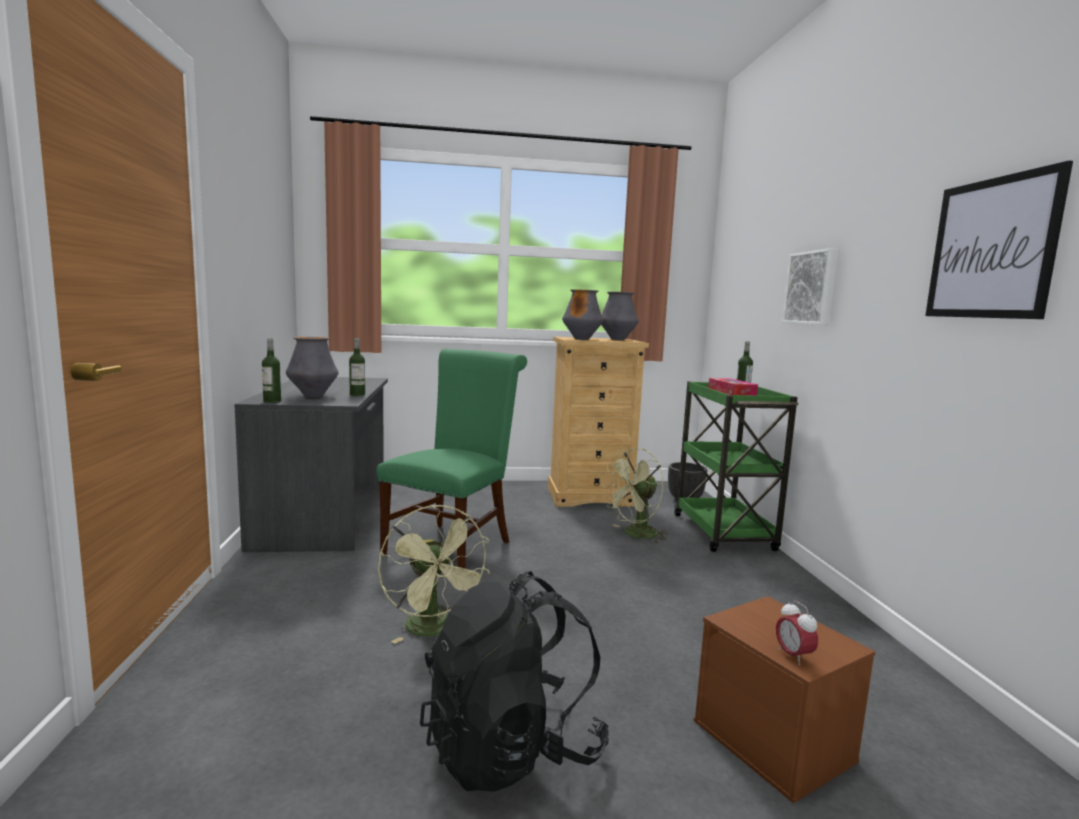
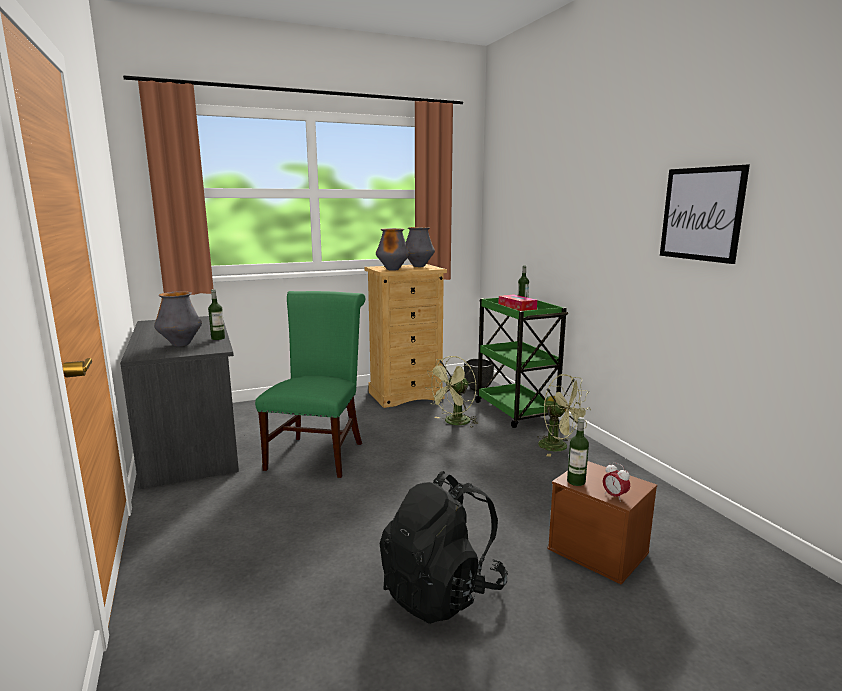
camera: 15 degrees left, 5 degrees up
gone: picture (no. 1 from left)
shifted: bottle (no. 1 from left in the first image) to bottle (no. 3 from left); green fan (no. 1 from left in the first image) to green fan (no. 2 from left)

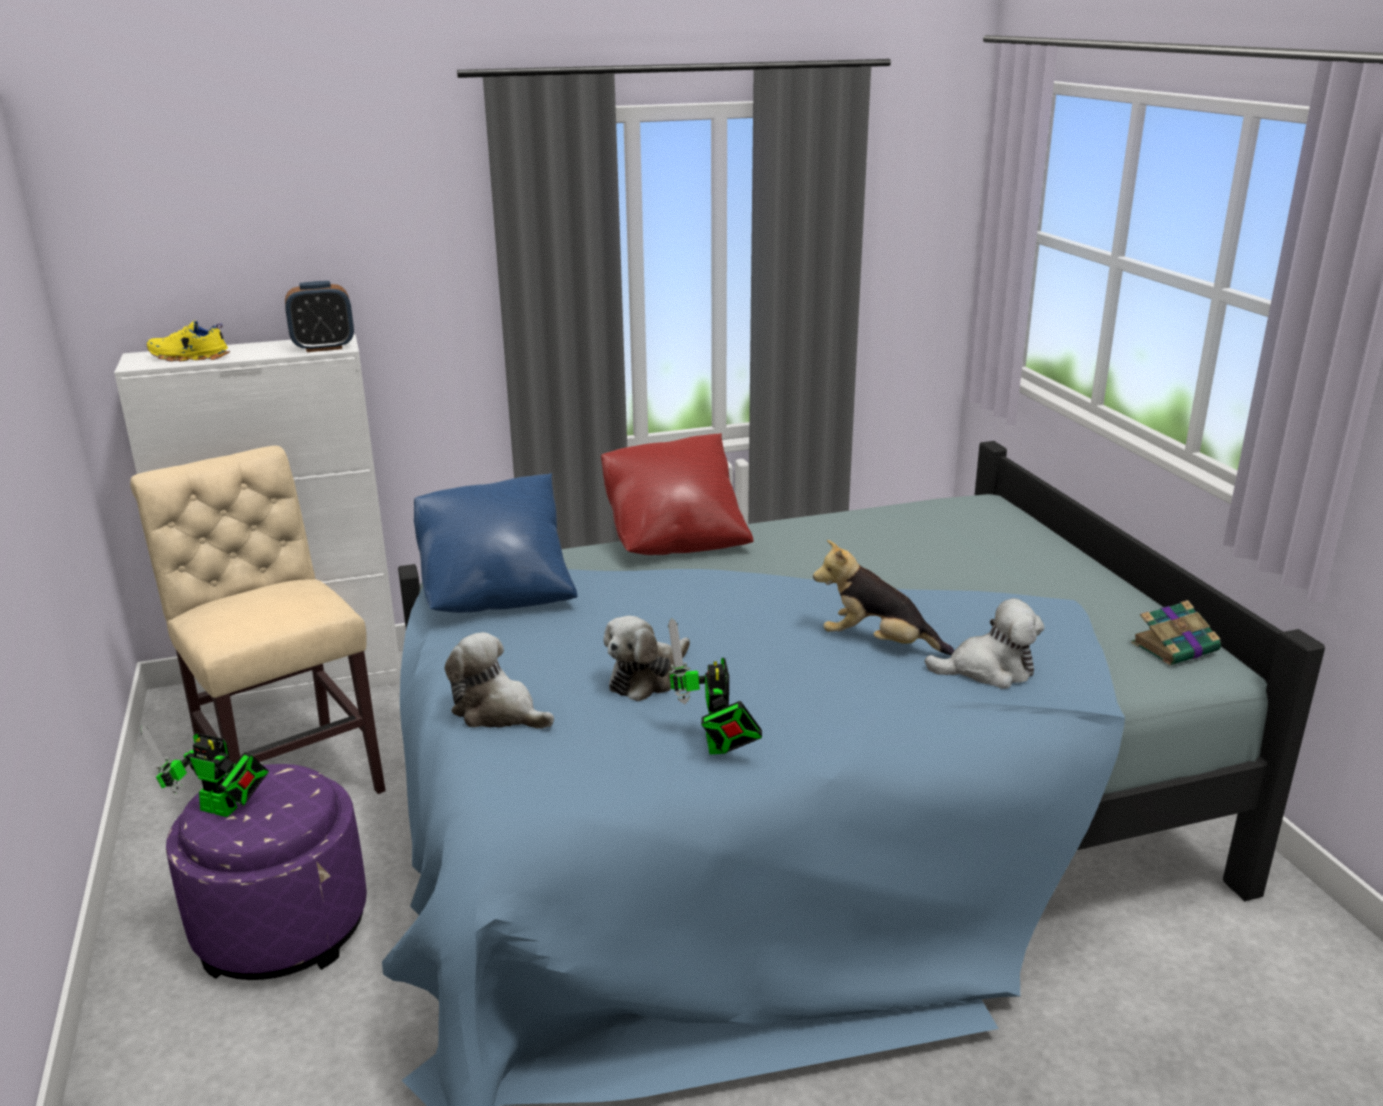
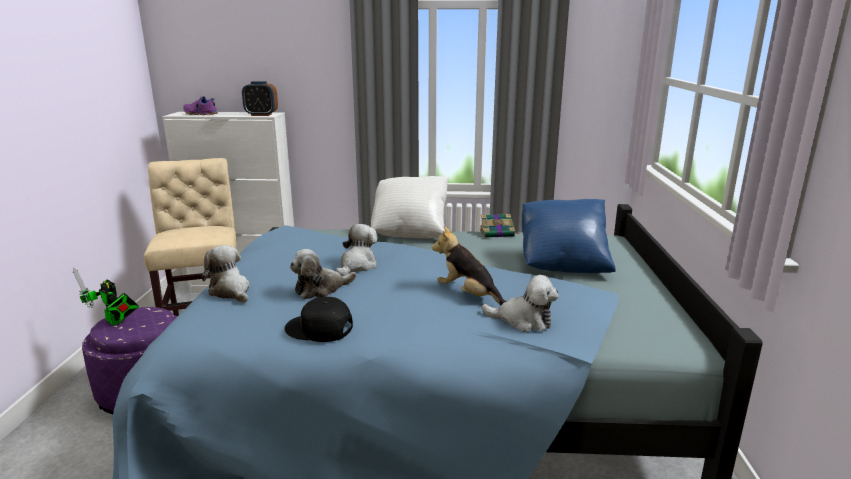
camera: 20 degrees right, 5 degrees down
new: plush toy (no. 3 from left)
shifted: blue pillow; book
swapped: toy robot (no. 2 from left) to black cap
repainted: yellow shoe to purple shoe; red pillow to white pillow

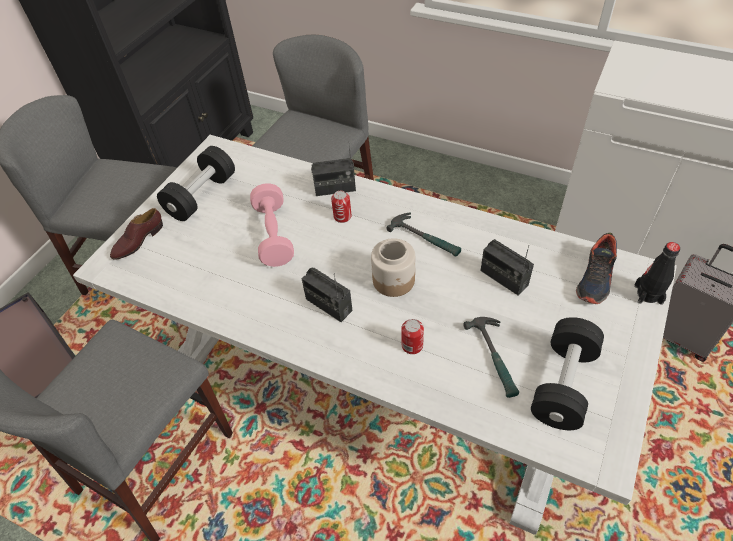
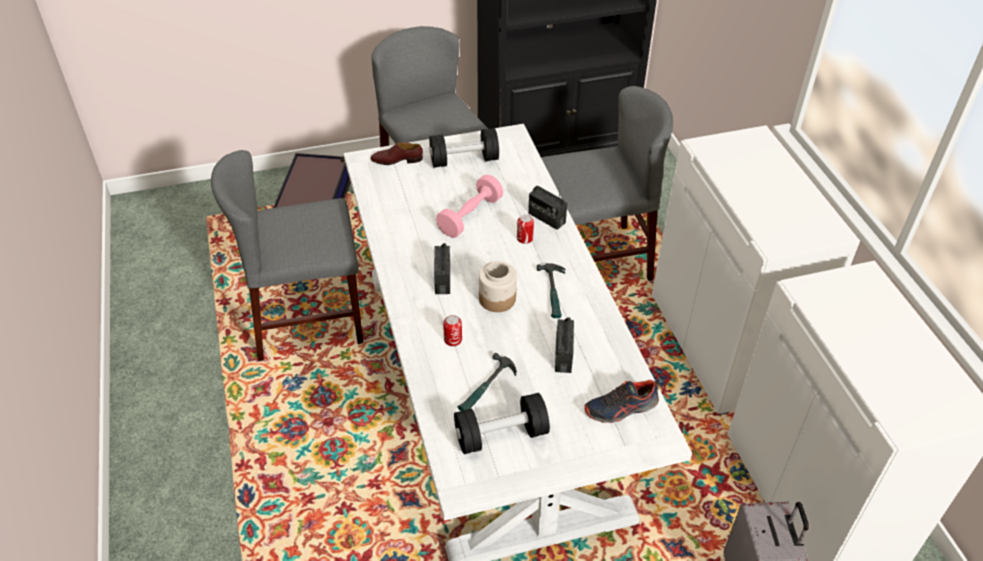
camera: 45 degrees right, 5 degrees down
gone: black bottle
new: white cabinet (no. 1 from left)

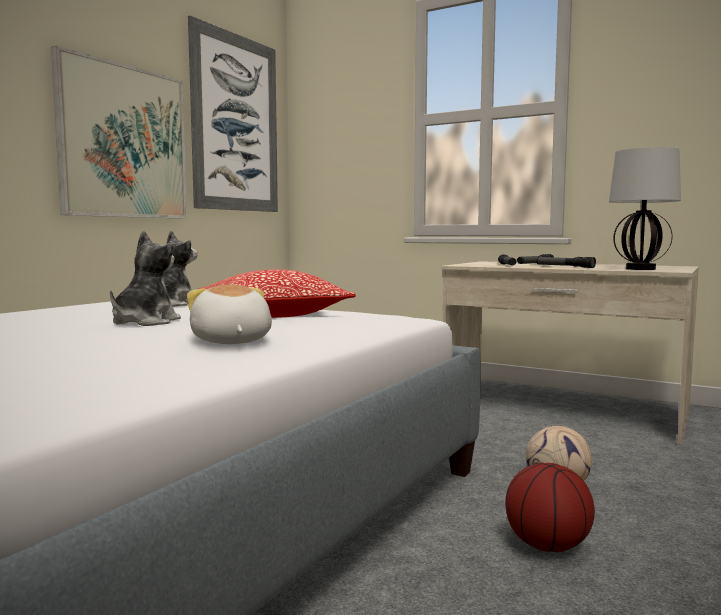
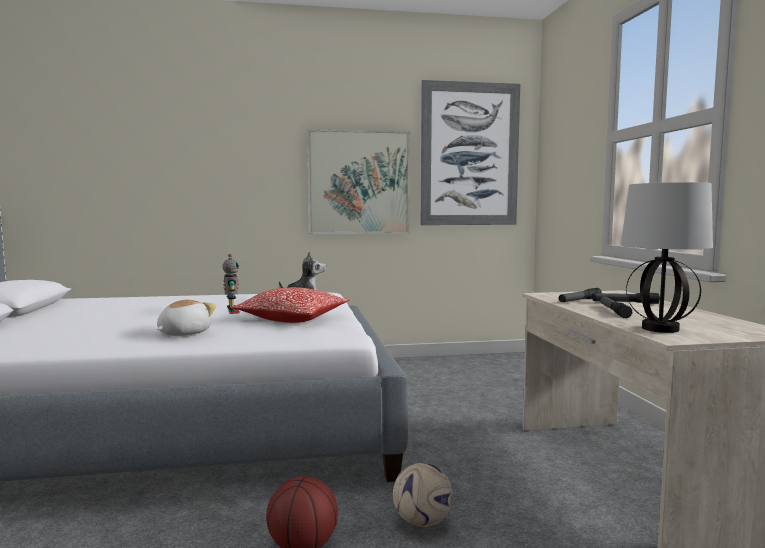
camera: 50 degrees right, 0 degrees up
swapped: plush toy (no. 1 from left) to toy robot

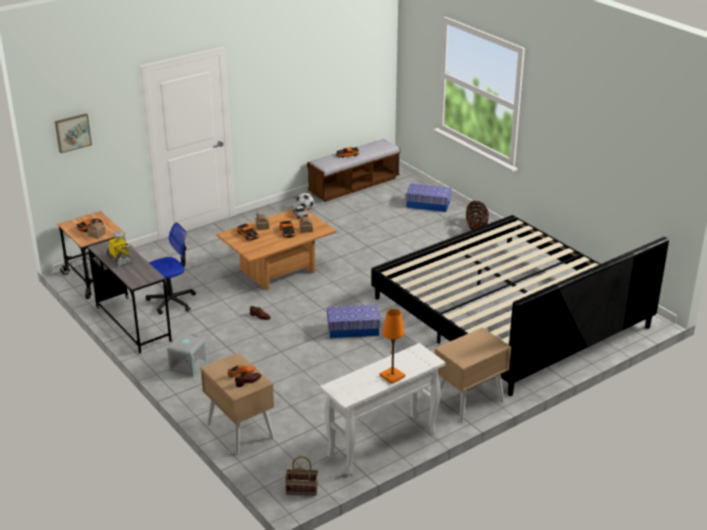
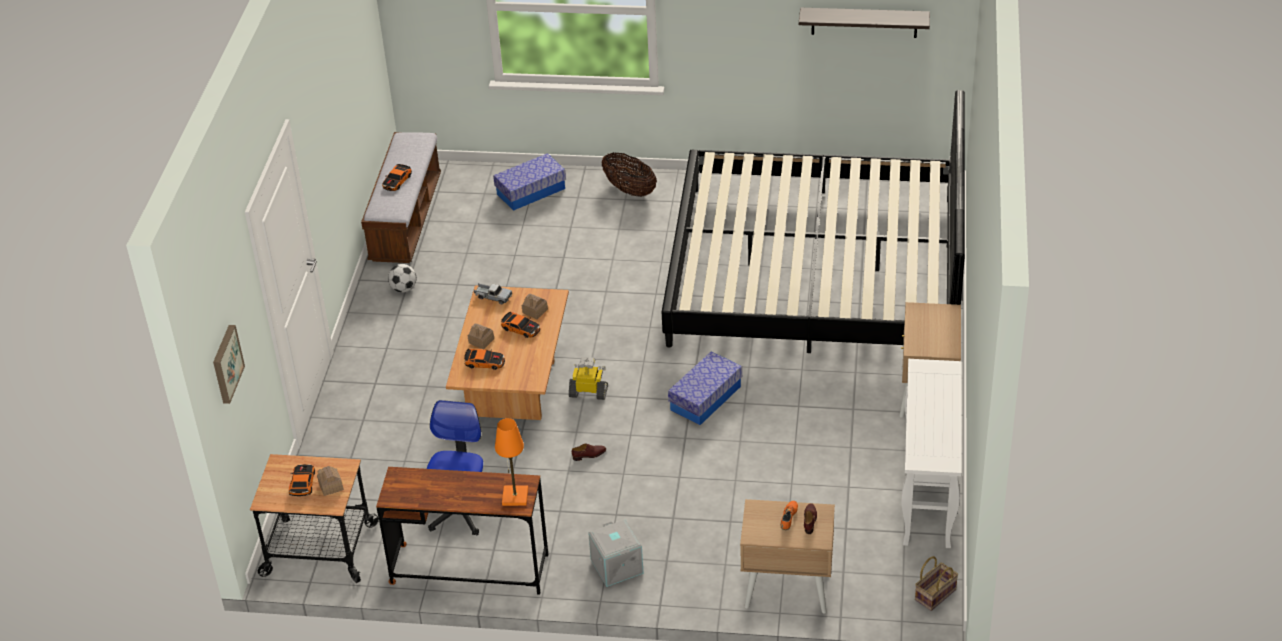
camera: 45 degrees left, 10 degrees up
new: shelf
shifted: toy robot; orange table lamp
repainted: grey desk to brown desk

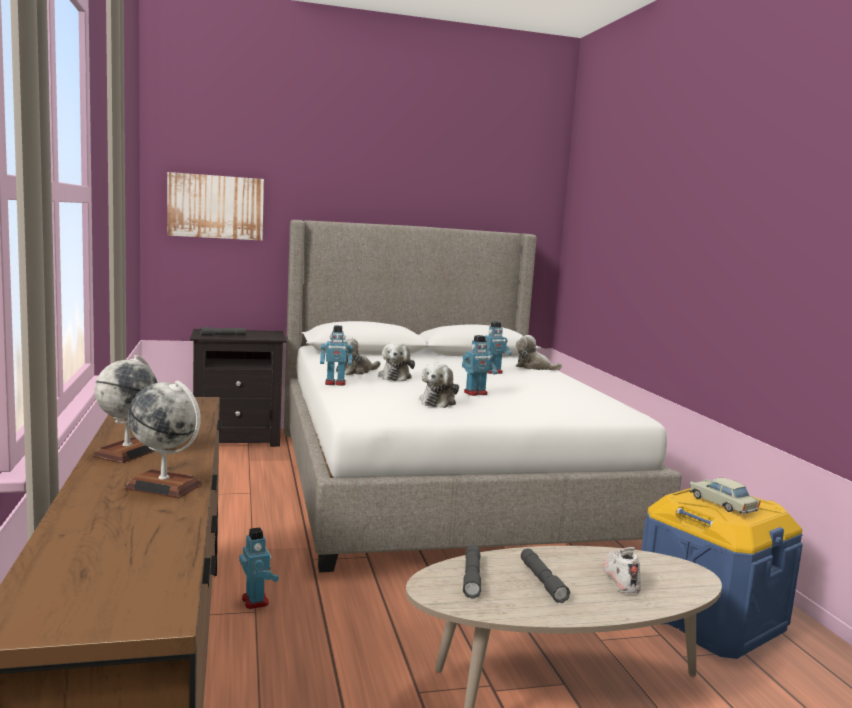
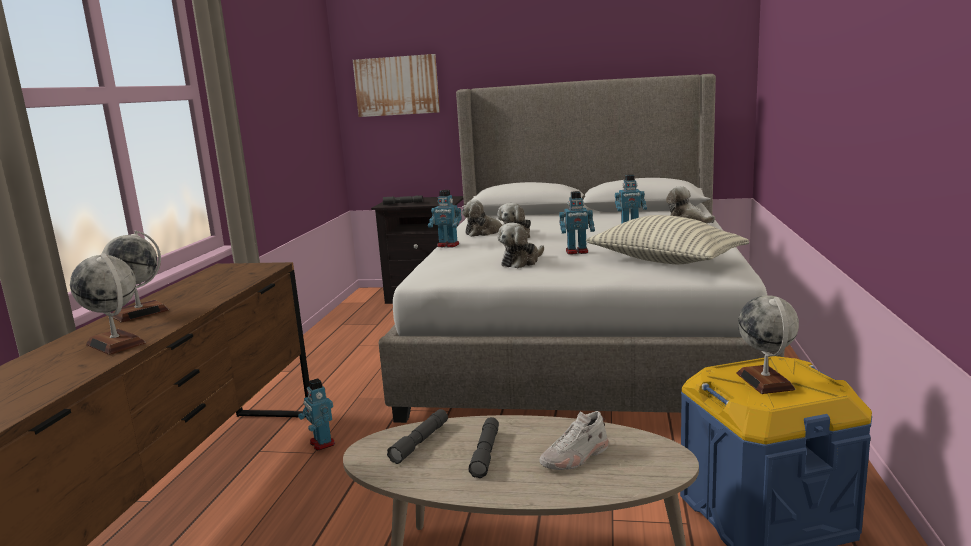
camera: 25 degrees right, 5 degrees up
new: pillow
swapped: beige toy car to globe (no. 3 from left)
rotated: toy robot (no. 1 from left) 150 degrees clockwise; white shoe 150 degrees counterclockwise

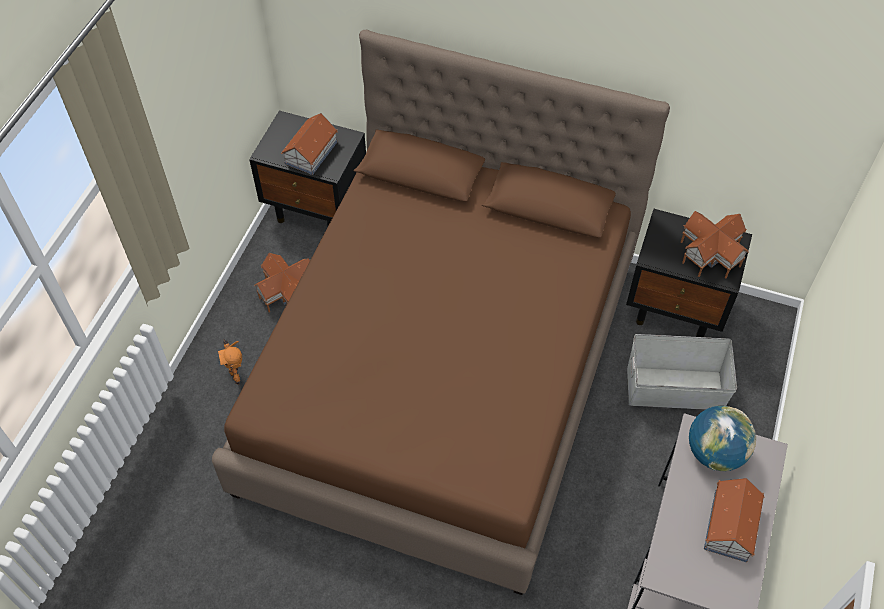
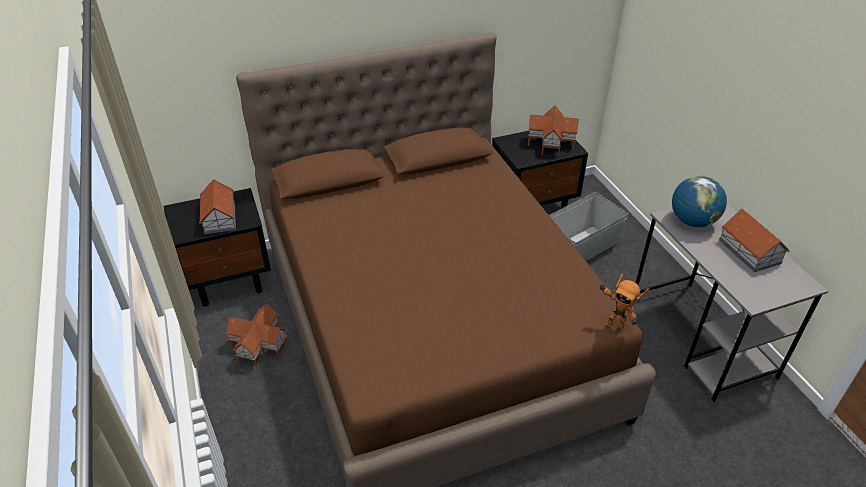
camera: 40 degrees left, 15 degrees down
shifted: toy robot

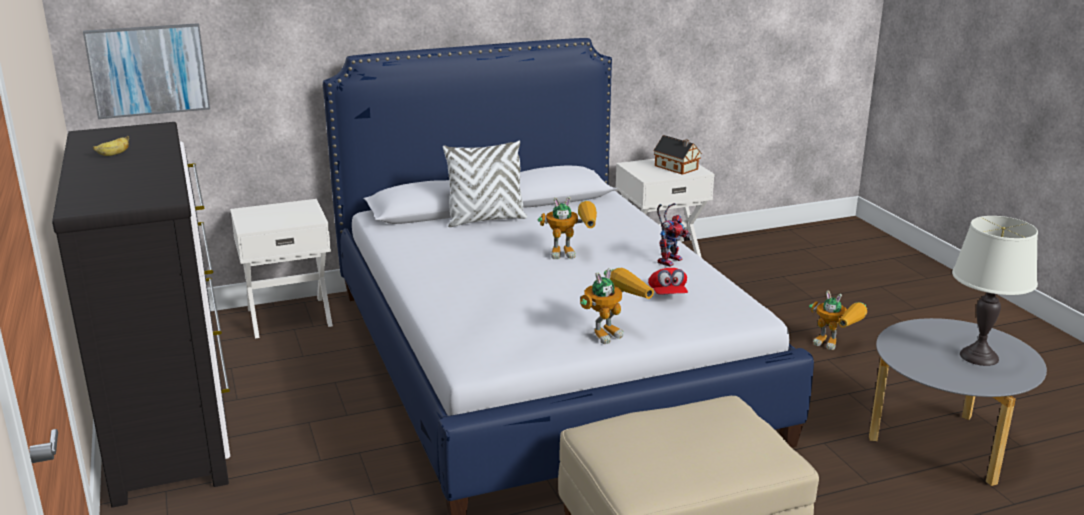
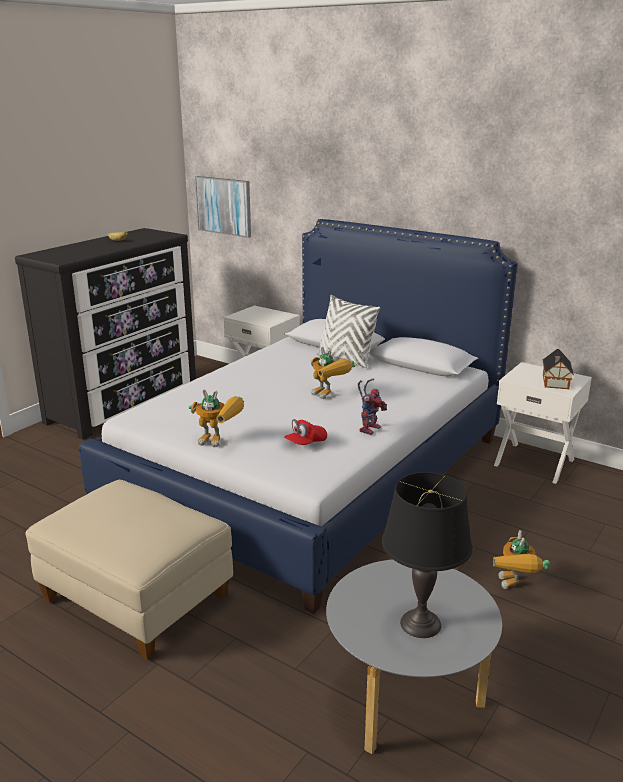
camera: 55 degrees right, 0 degrees up
repainted: white table lamp to black table lamp
rotated: toy robot (no. 3 from left) 60 degrees counterclockwise

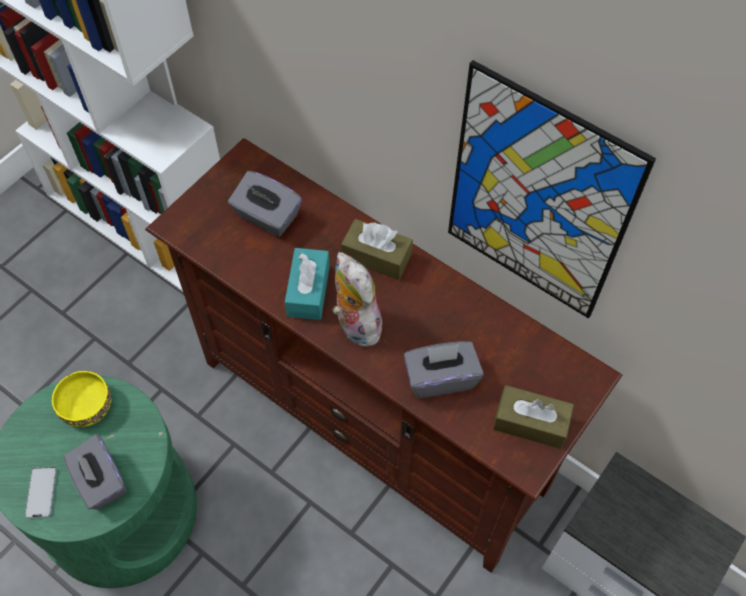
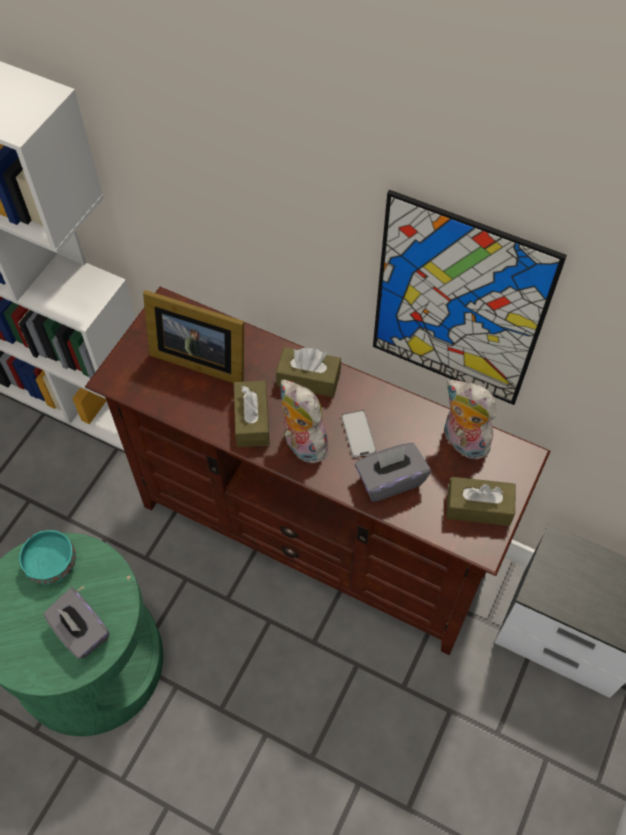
camera: 10 degrees left, 0 degrees up
new: plush toy (no. 2 from left)
shifted: phone
swapped: grey tissue box (no. 2 from left) to picture frame
repainted: turquoise tissue box to brown tissue box (no. 1 from left); yellow bowl to turquoise bowl

